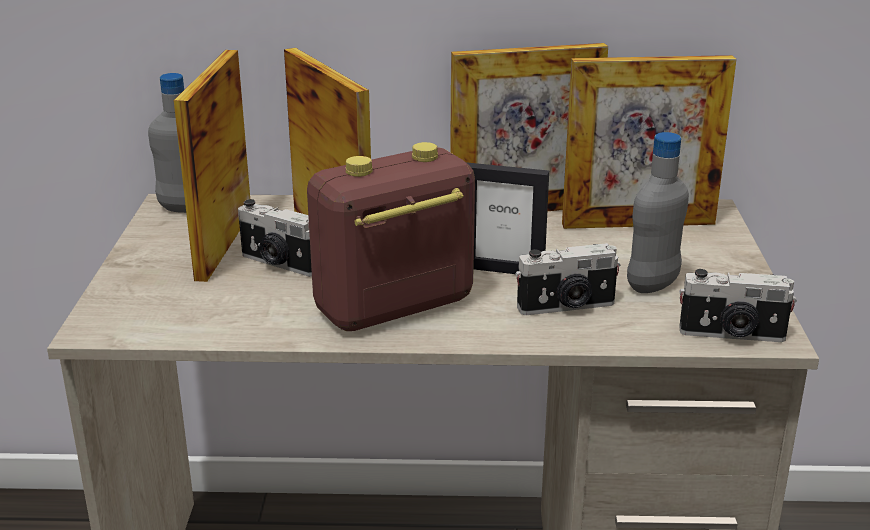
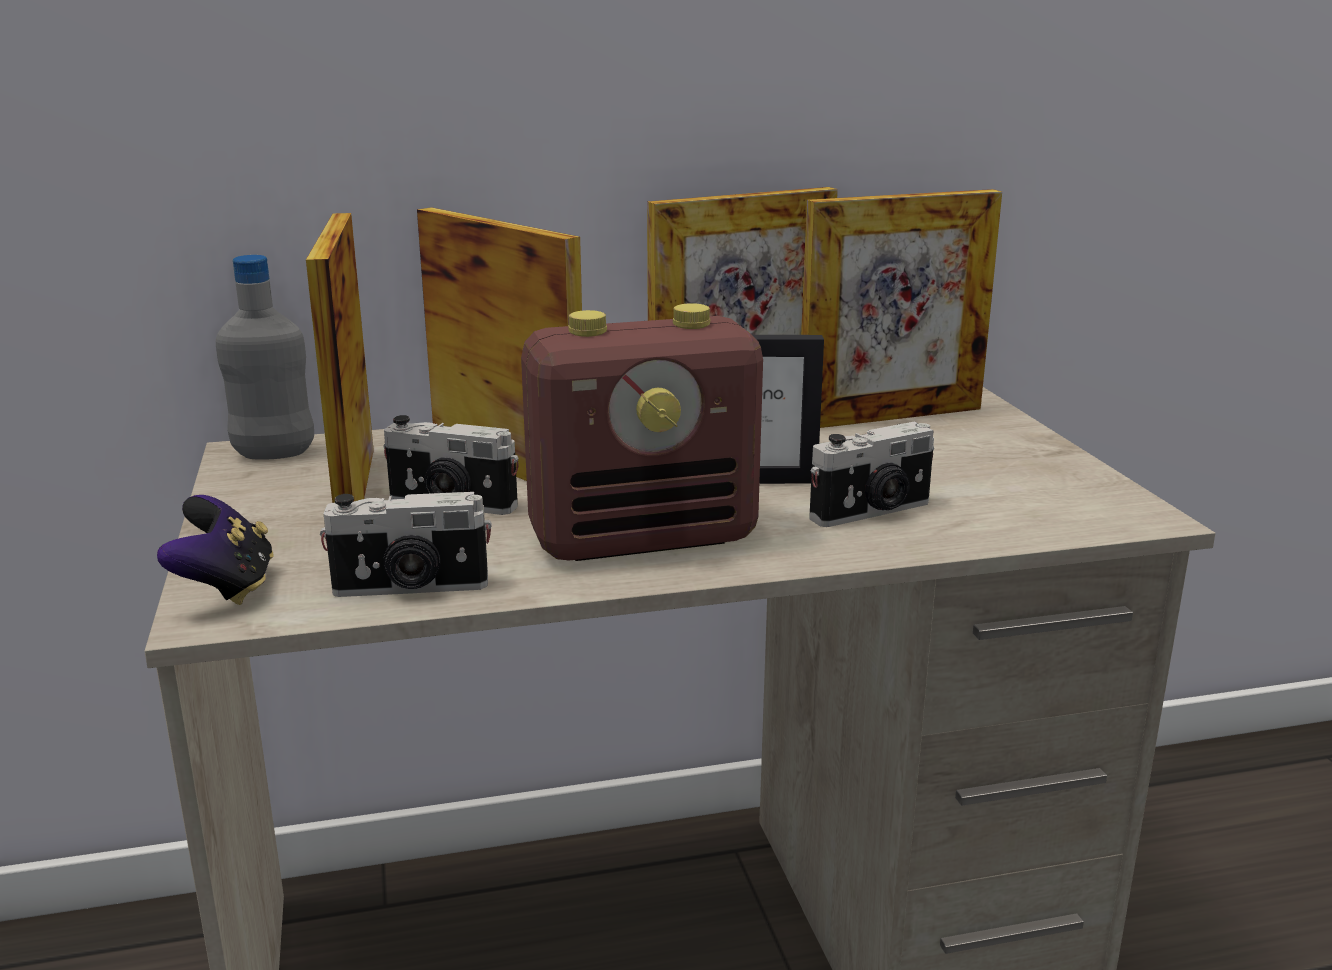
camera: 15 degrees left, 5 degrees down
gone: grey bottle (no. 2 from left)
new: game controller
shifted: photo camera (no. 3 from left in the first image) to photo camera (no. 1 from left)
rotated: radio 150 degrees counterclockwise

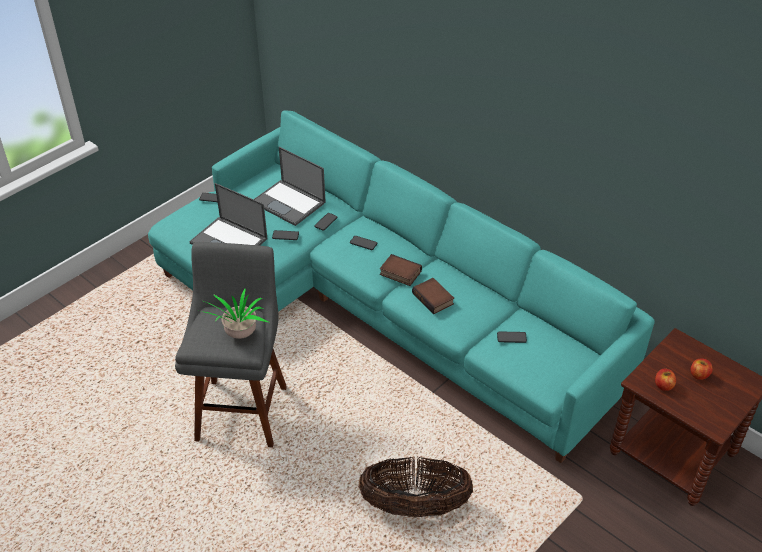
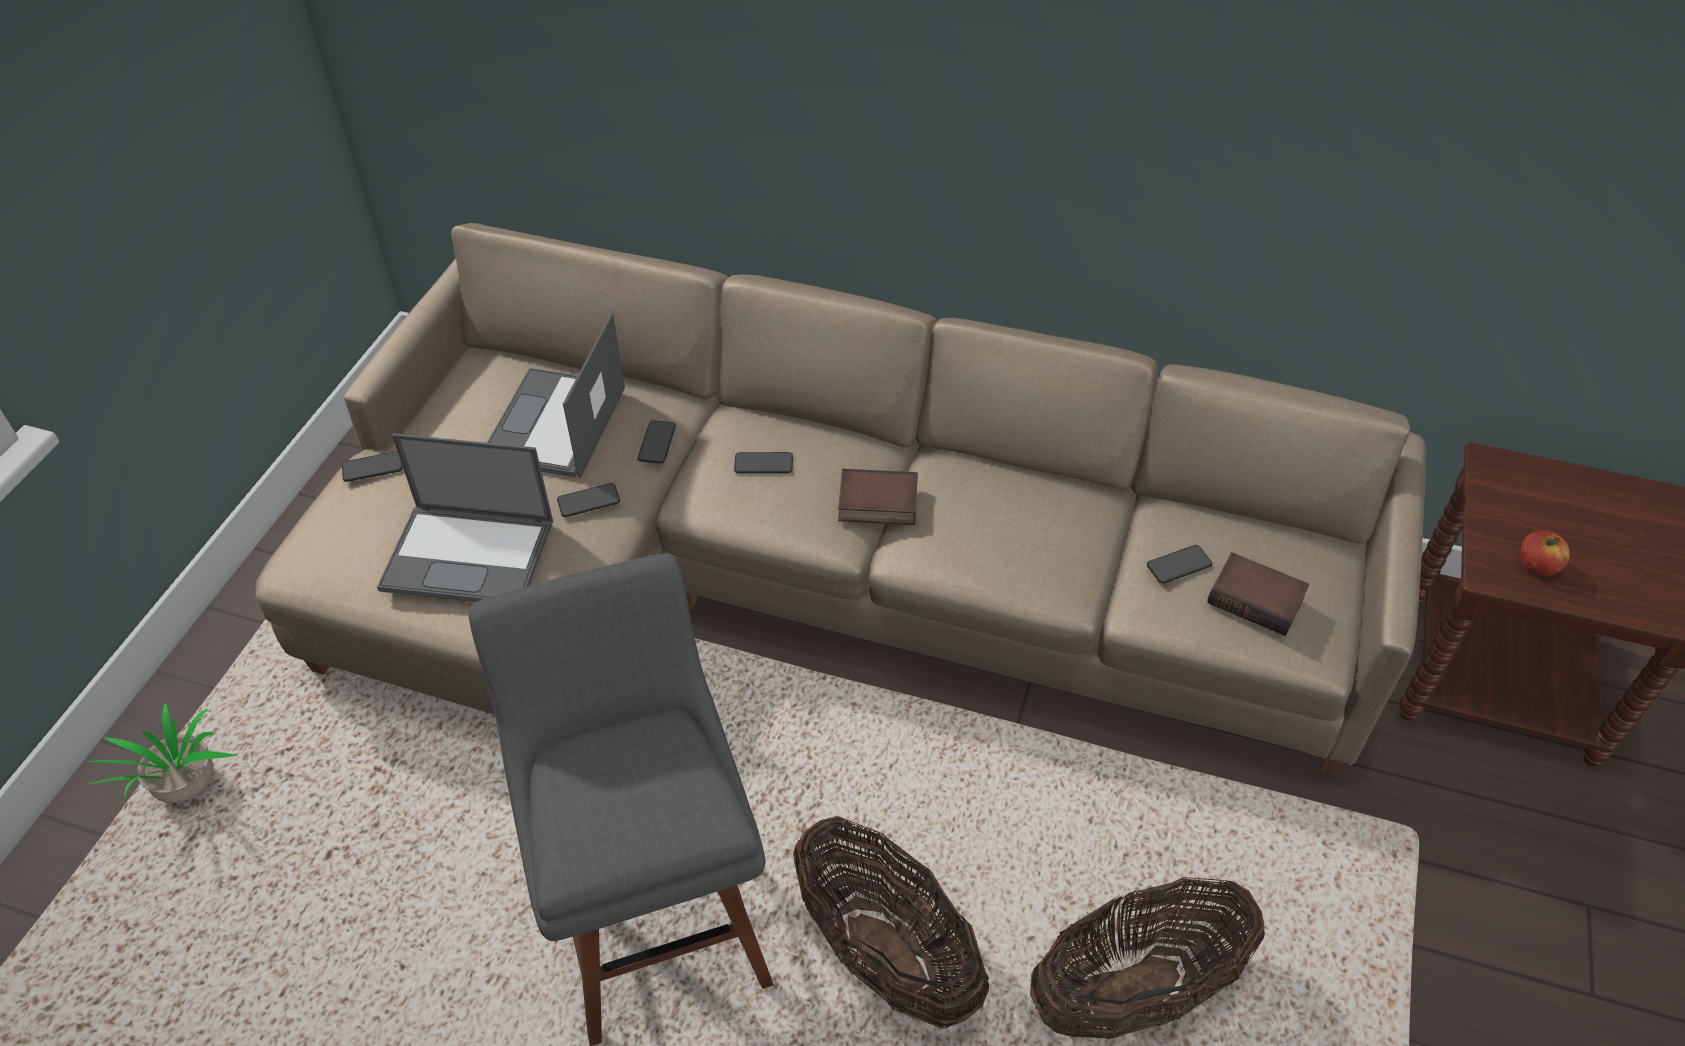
camera: 25 degrees left, 5 degrees up
gone: apple (no. 2 from left)
new: basket (no. 1 from left)
shifted: book (no. 2 from left); potted plant
repainted: turquoise sofa to beige sofa
rotated: laptop (no. 2 from left) 90 degrees clockwise

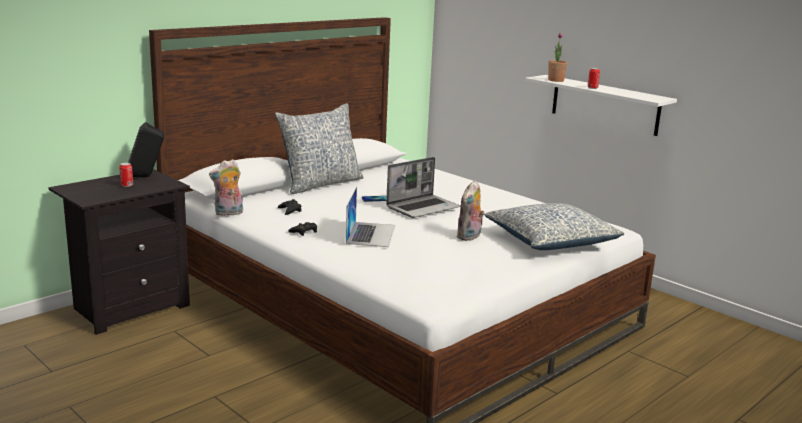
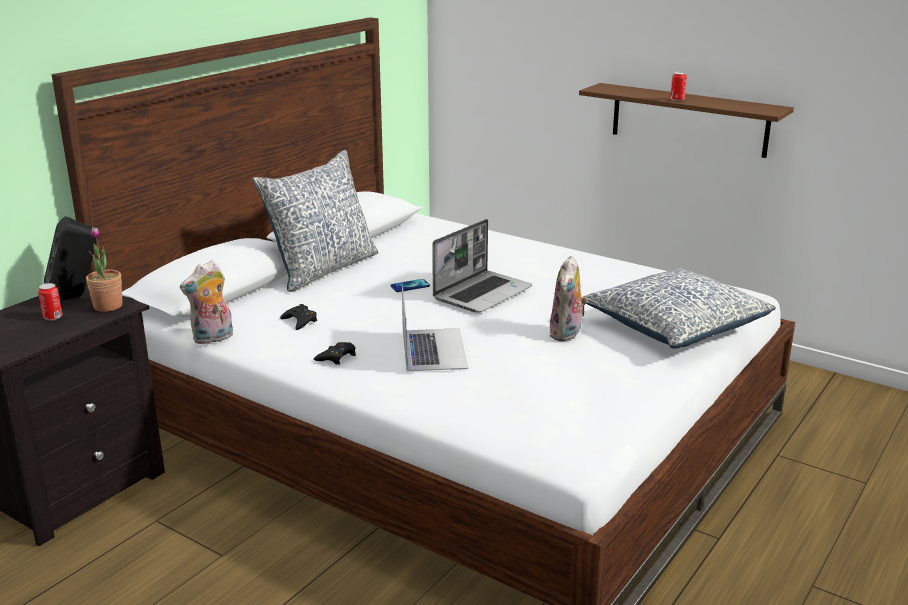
camera: 10 degrees left, 5 degrees up
shifted: potted plant
repainted: white shelf to brown shelf

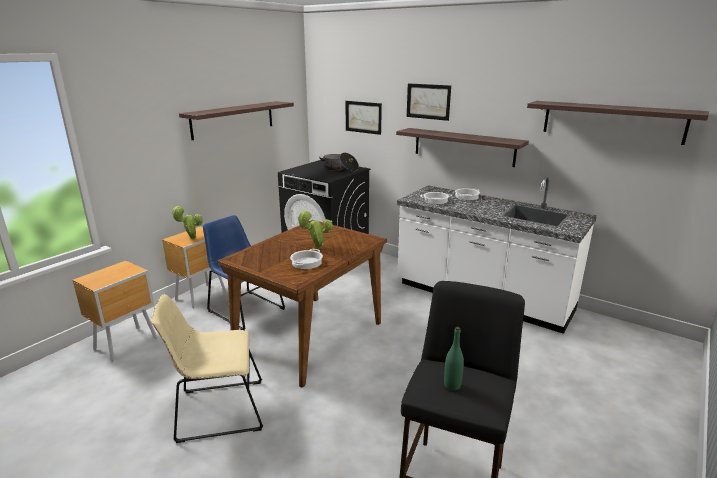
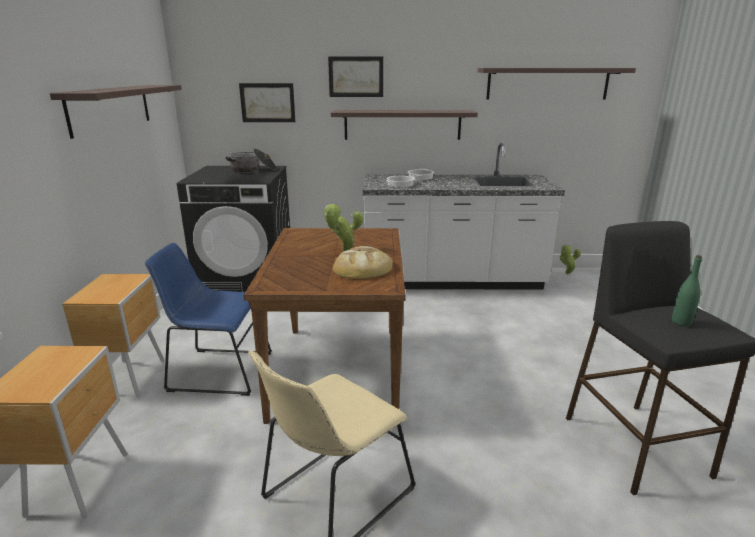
camera: 35 degrees left, 0 degrees up
shifted: potted plant (no. 1 from left in the first image) to potted plant (no. 2 from left)
swapped: cooking pot (no. 1 from left) to bread

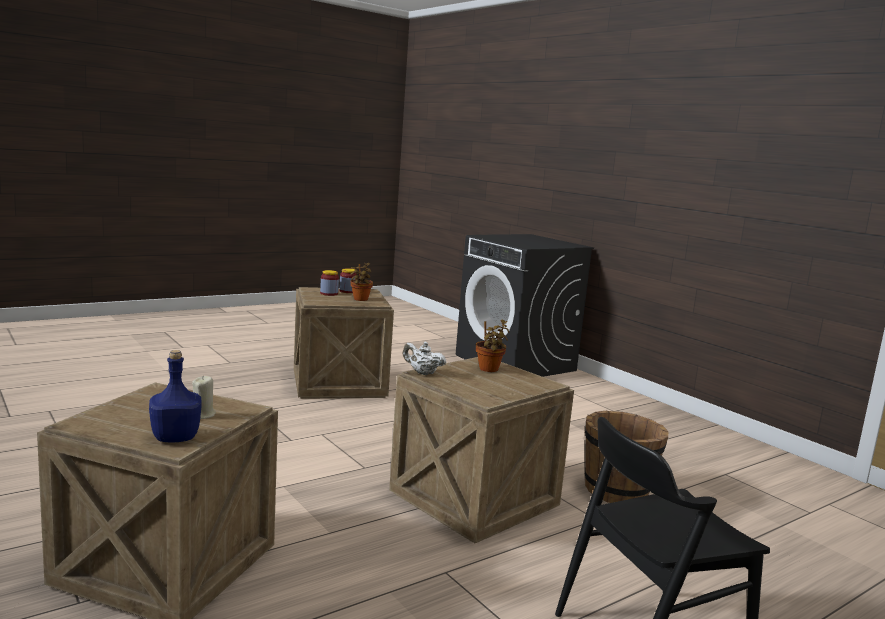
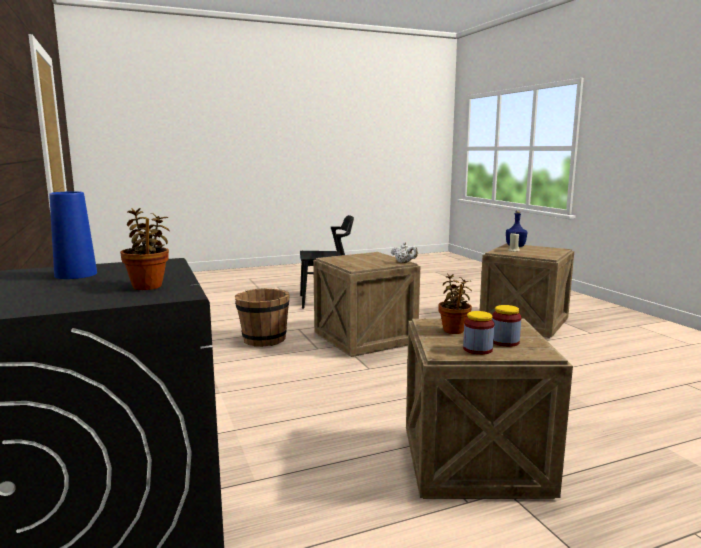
camera: 165 degrees left, 0 degrees up
new: blue vase
shifted: potted plant (no. 2 from left in the first image) to potted plant (no. 1 from left)

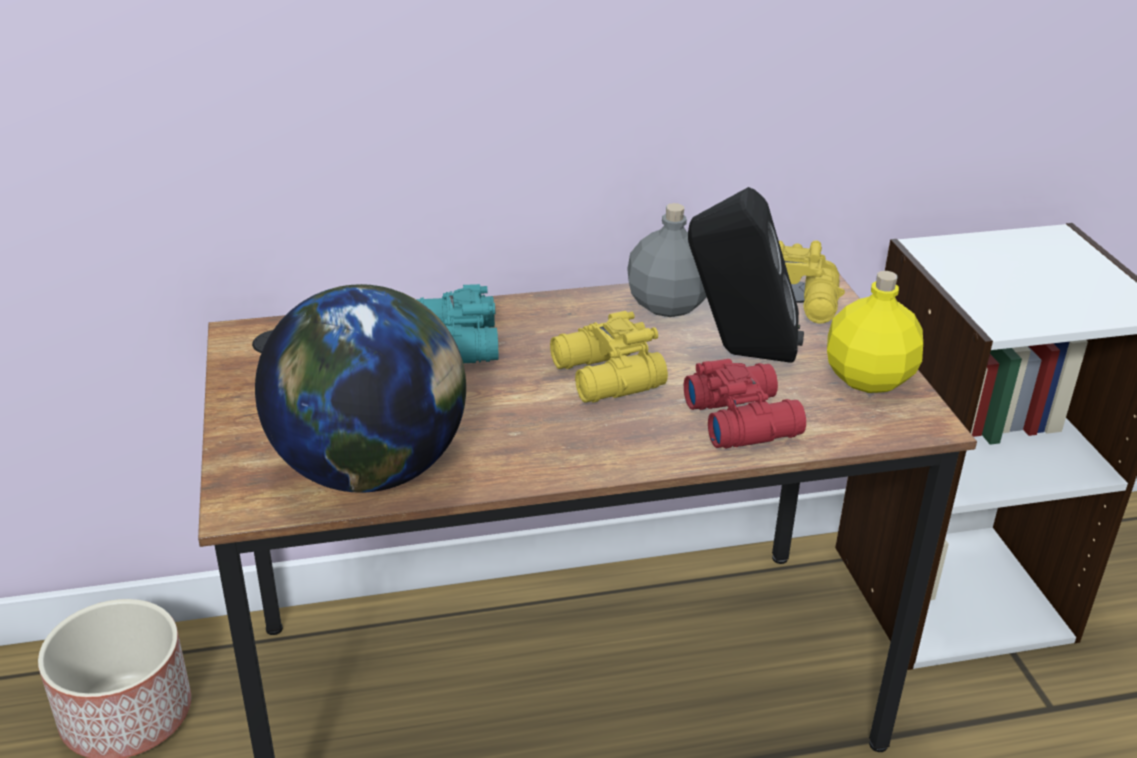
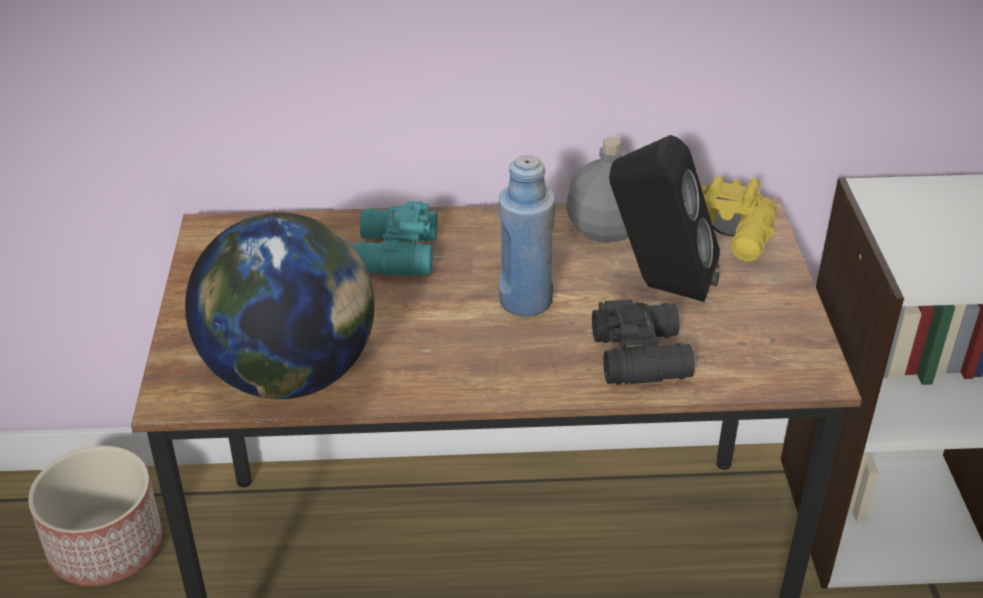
camera: 10 degrees right, 5 degrees up
gone: yellow bottle
swapped: yellow binoculars (no. 1 from left) to blue bottle
repainted: red binoculars to black binoculars

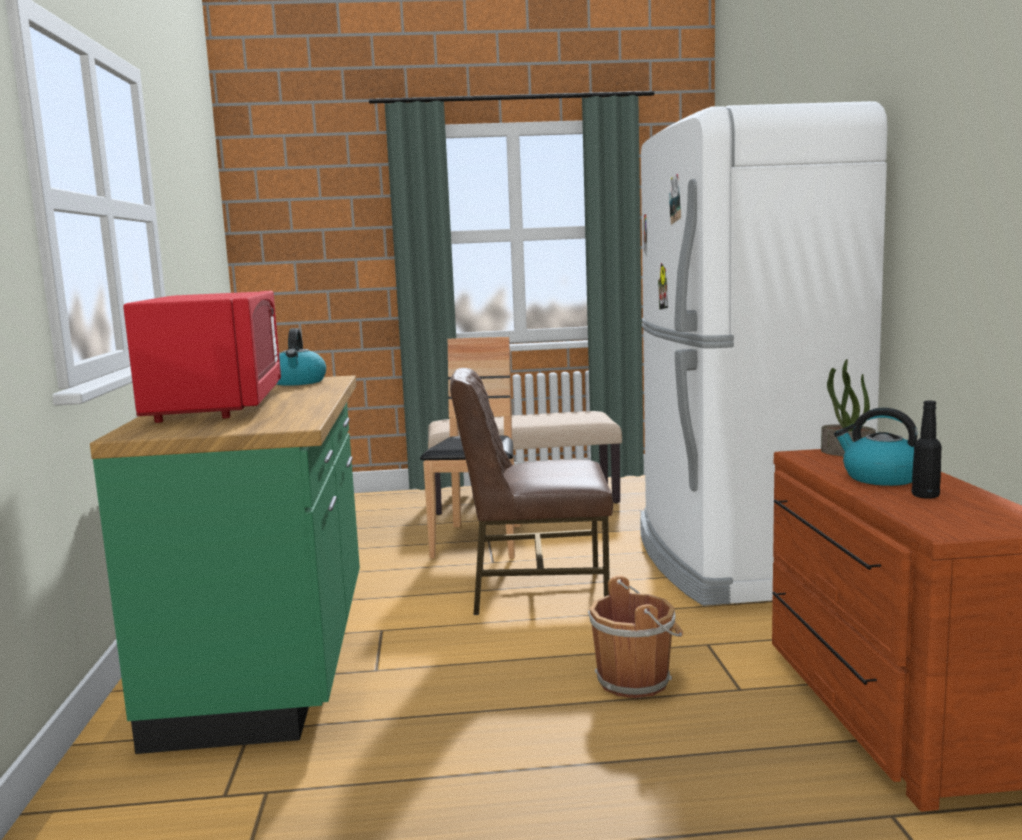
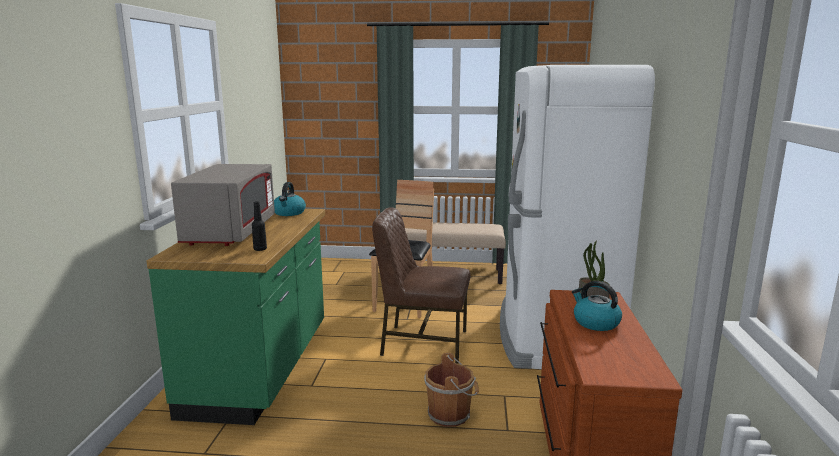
camera: 10 degrees right, 5 degrees up
shifted: black bottle
repainted: red microwave to grey microwave

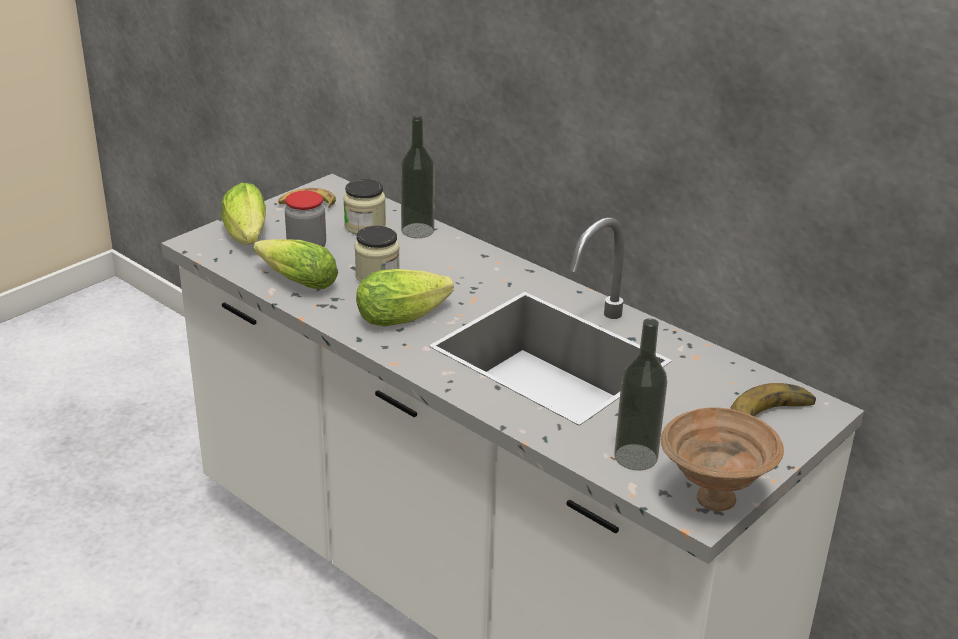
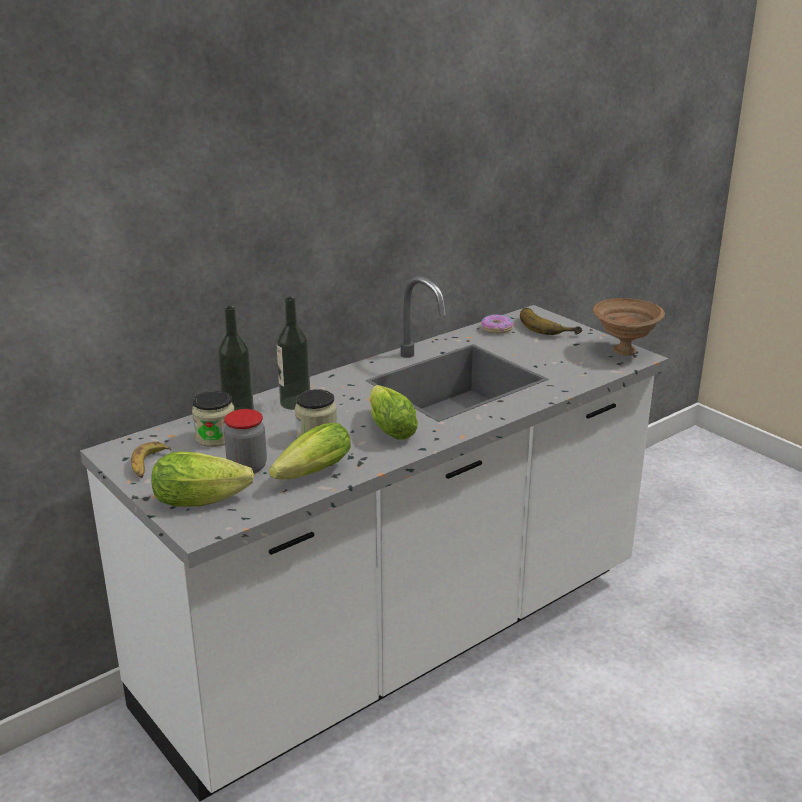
camera: 80 degrees left, 5 degrees down
new: donut
shifted: bottle (no. 2 from left)

